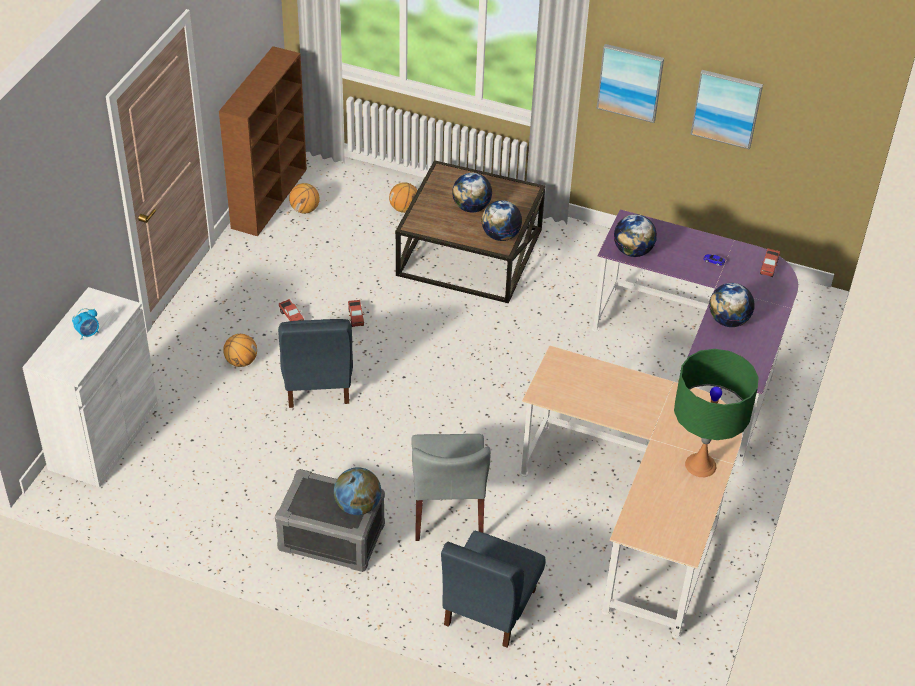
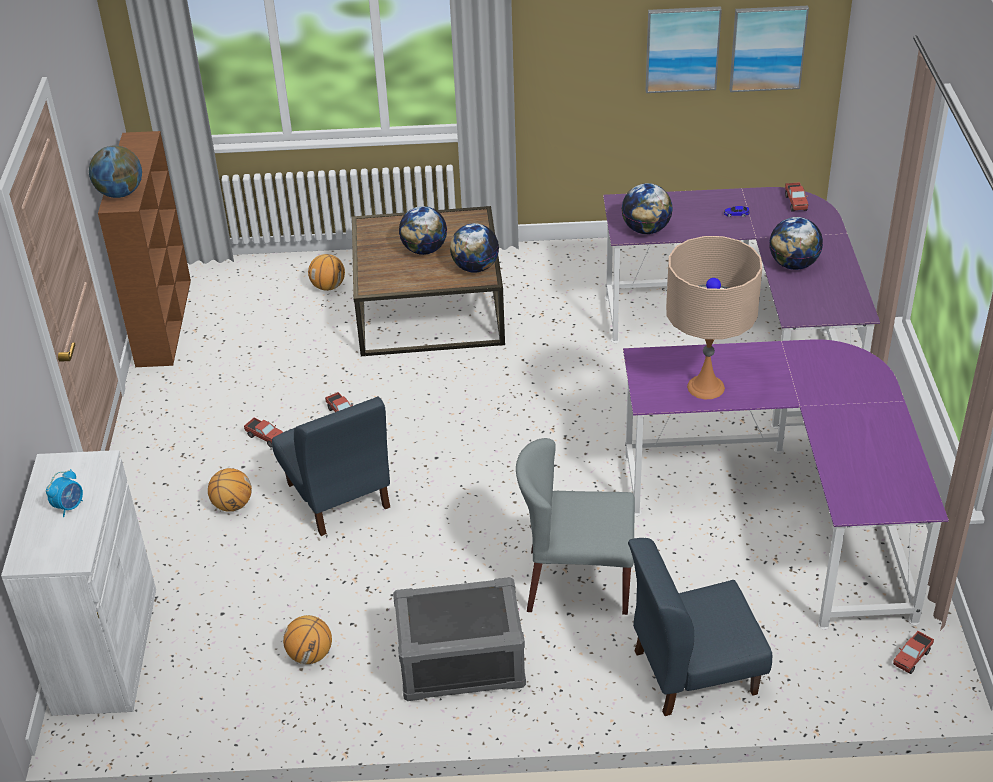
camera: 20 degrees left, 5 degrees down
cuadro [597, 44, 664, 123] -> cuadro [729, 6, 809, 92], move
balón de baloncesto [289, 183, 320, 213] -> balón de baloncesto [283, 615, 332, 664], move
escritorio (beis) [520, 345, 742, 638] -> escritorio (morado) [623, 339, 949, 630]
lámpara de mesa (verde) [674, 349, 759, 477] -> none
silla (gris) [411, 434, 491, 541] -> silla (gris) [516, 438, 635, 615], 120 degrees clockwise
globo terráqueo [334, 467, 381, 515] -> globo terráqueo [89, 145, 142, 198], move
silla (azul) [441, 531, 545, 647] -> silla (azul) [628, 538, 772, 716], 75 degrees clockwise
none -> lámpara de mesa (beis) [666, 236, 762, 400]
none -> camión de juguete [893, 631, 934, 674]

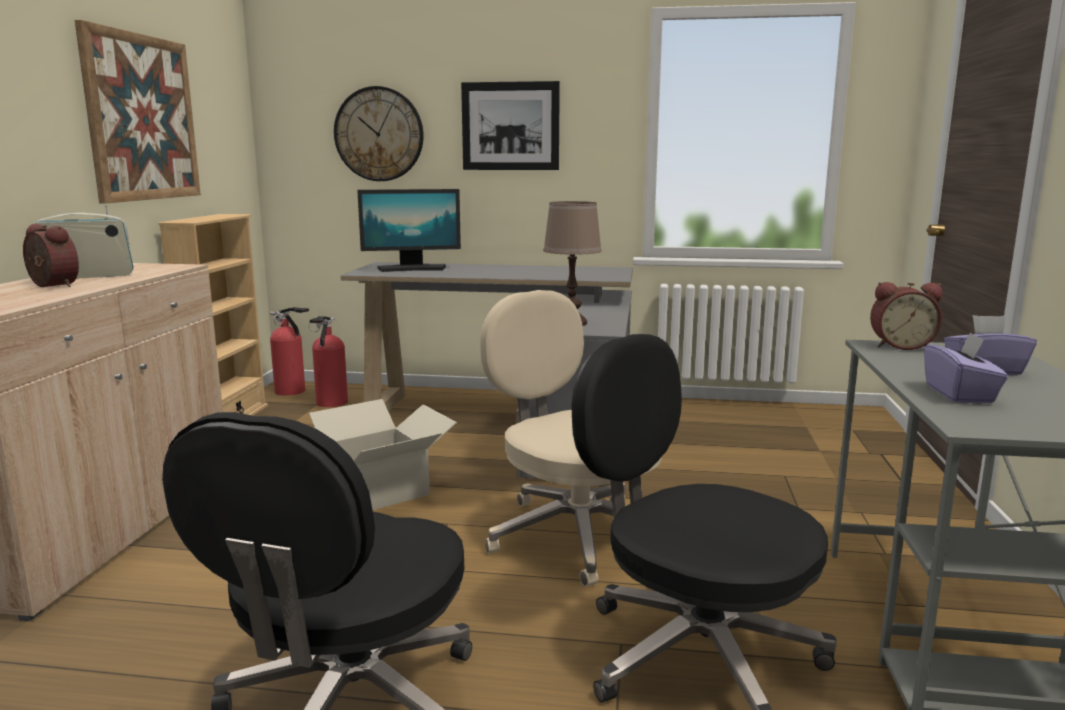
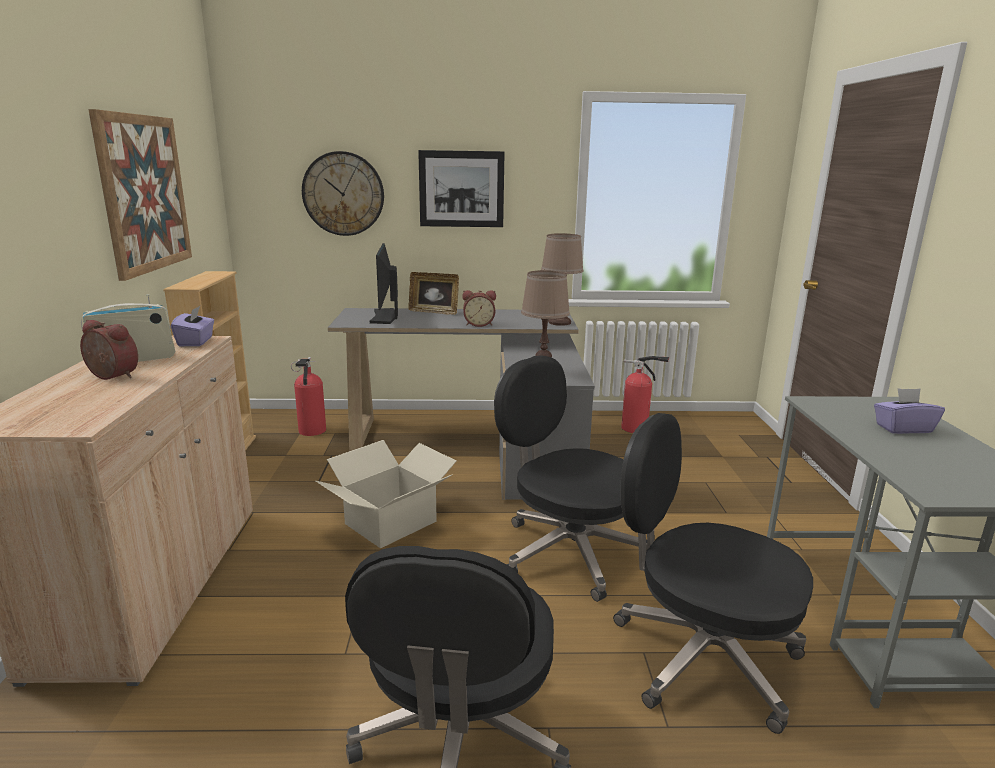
camera: 10 degrees left, 5 degrees up
monitor [357, 189, 461, 272] -> monitor [370, 243, 398, 324], 105 degrees clockwise
despertador [870, 282, 942, 350] -> despertador [462, 290, 496, 327], move
silla de oficina (beis) [480, 290, 662, 587] -> silla de oficina (negro) [494, 355, 648, 602]
extintor [270, 307, 309, 396] -> extintor [621, 356, 669, 433], move
caja de pañuelos (morado) [924, 332, 1008, 403] -> caja de pañuelos (morado) [171, 306, 214, 346], move
none -> lámpara de mesa (marrón) [541, 233, 584, 326]
none -> portarretratos [408, 272, 459, 315]

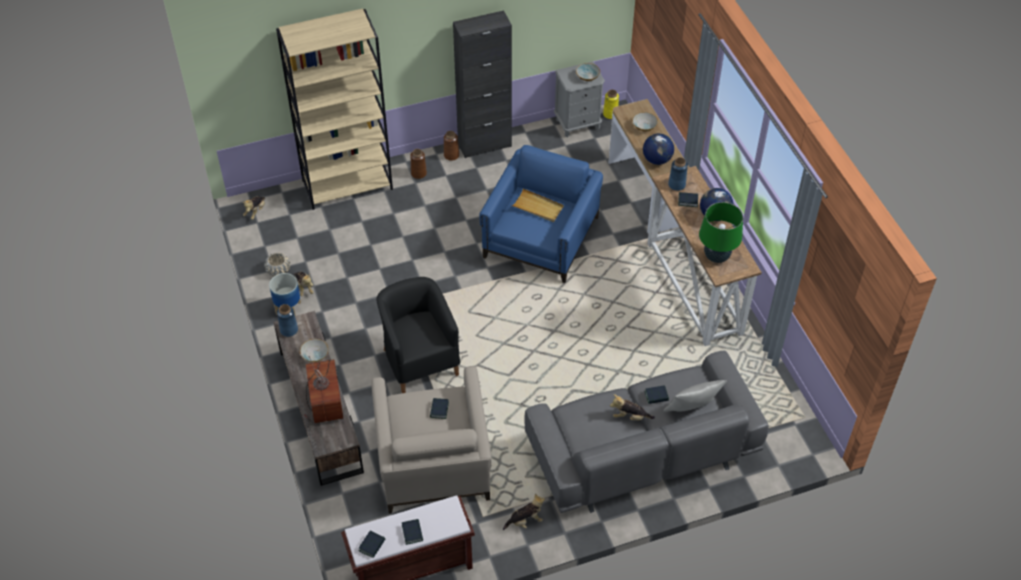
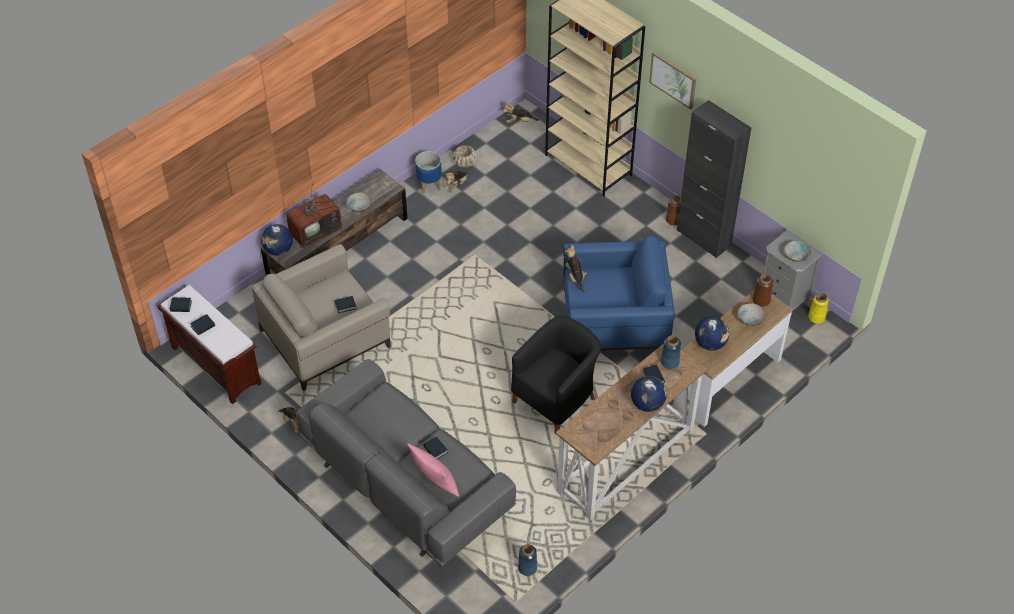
camera: 65 degrees right, 0 degrees up
florero (marrón) [410, 149, 427, 179] -> florero (marrón) [752, 274, 773, 307], move
bandeja (beis) [512, 189, 564, 222] -> none
lámpara de mesa (verde) [699, 202, 743, 263] -> none
sillón (negro) [376, 277, 460, 393] -> sillón (negro) [511, 316, 601, 434], move
florero (azul) [277, 304, 298, 337] -> florero (azul) [518, 544, 537, 576], move
cojín (gris) [663, 380, 727, 412] -> cojín (rosa) [407, 444, 459, 497]
peluche [610, 394, 655, 420] -> peluche [565, 245, 586, 293], move
none -> cuadro [649, 51, 696, 110]
none -> globo terráqueo [261, 224, 293, 256]

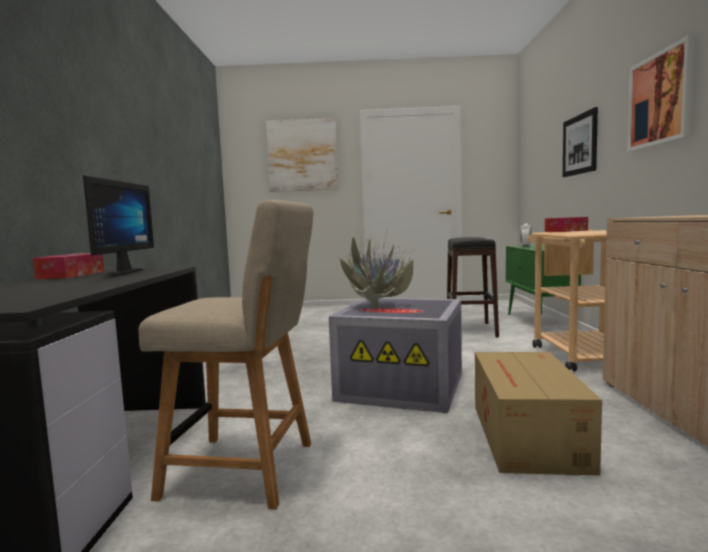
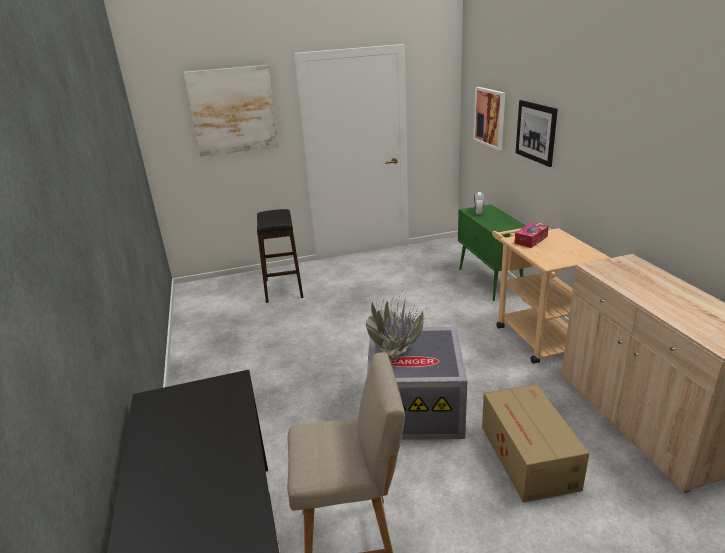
camera: 15 degrees left, 20 degrees up
cuadro [627, 35, 695, 152] -> cuadro [473, 87, 505, 150], move
monitor [83, 175, 154, 277] -> none
taburete (negro) [447, 237, 499, 337] -> taburete (negro) [257, 209, 304, 303], move
caja de pañuelos [33, 253, 104, 279] -> none

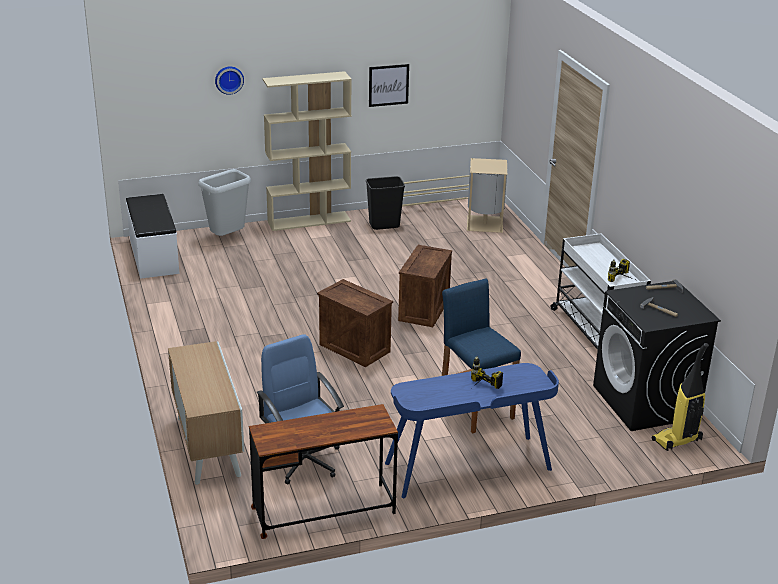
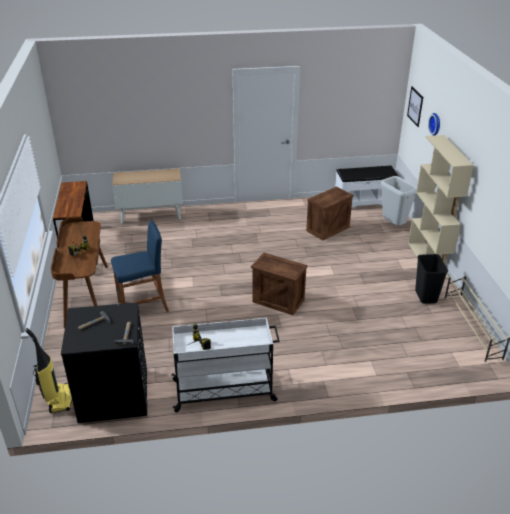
camera: 100 degrees right, 5 degrees up
cuadro [369, 64, 409, 107] -> cuadro [407, 86, 423, 127], move
papelera (beis) [467, 158, 507, 233] -> none
caja de embalaje [317, 279, 393, 367] -> caja de embalaje [306, 187, 354, 240], move
silla de oficina (azul) [257, 334, 344, 484] -> none
escritorio (azul) [385, 363, 559, 498] -> escritorio (marrón) [51, 217, 108, 329]

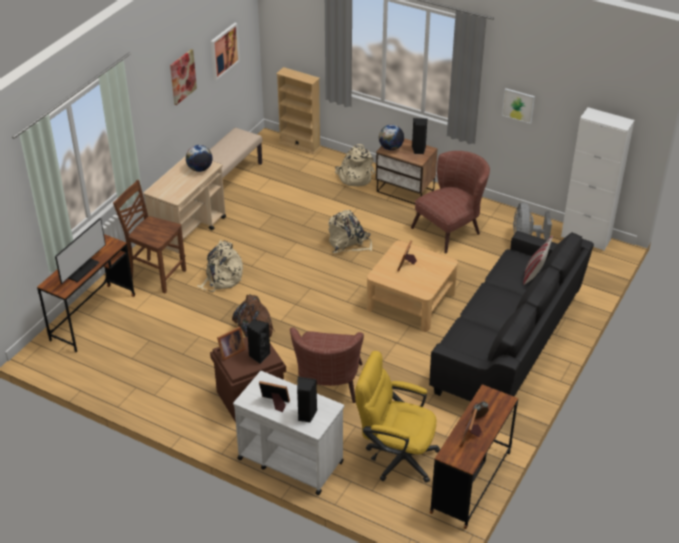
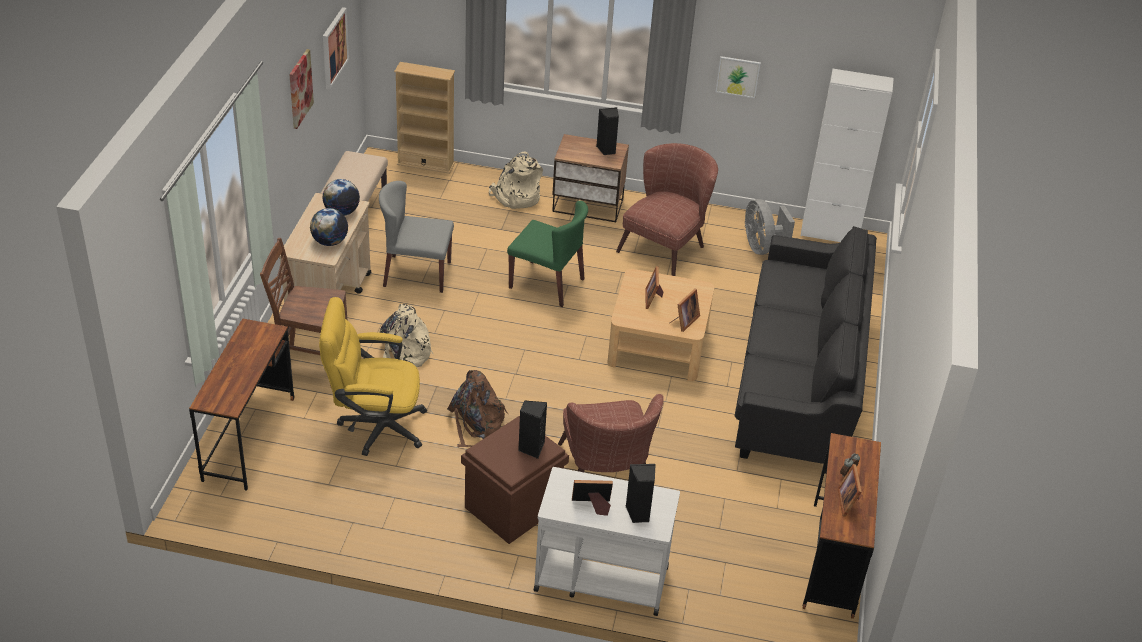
camera: 20 degrees left, 0 degrees up
globo terráqueo [379, 125, 404, 150] -> globo terráqueo [310, 208, 348, 246], move
mochila (beis) [328, 210, 372, 253] -> silla (verde) [507, 201, 588, 307]
monitor [55, 218, 106, 284] -> none
cojín [523, 235, 553, 285] -> none
portarretratos [217, 326, 246, 361] -> portarretratos [670, 289, 700, 332], move
silla de oficina (amarillo) [355, 351, 440, 483] -> silla de oficina (amarillo) [319, 297, 427, 456], move
none -> silla (gris) [379, 181, 454, 293]

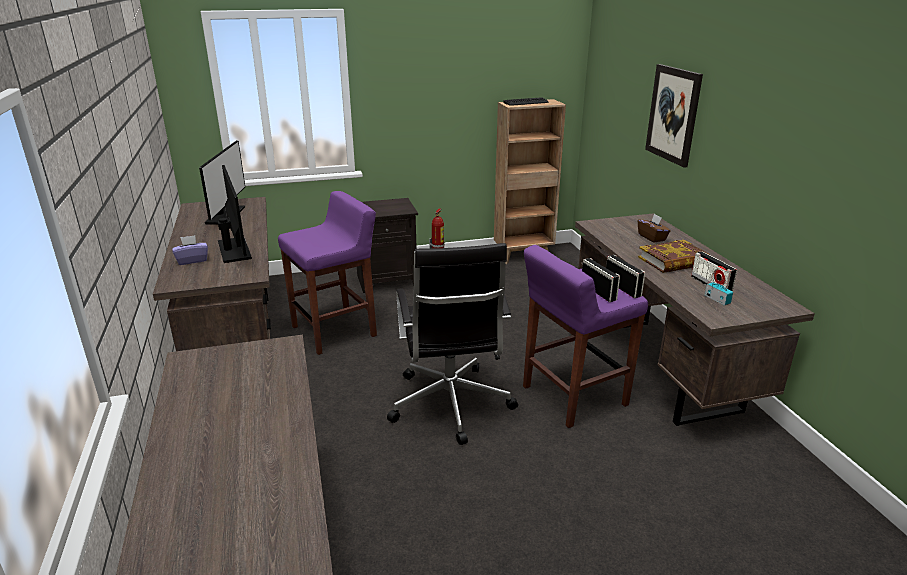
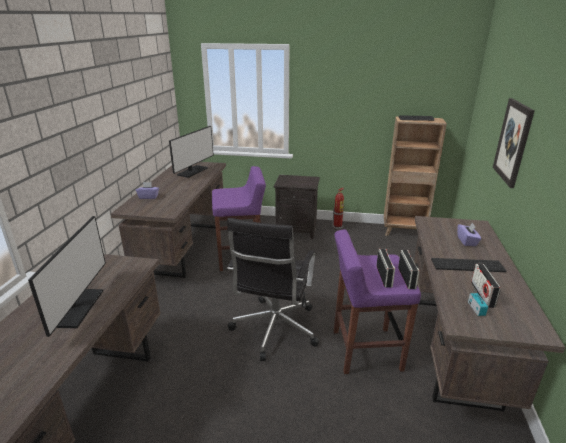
camera: 25 degrees right, 0 degrees up
monitor [217, 165, 252, 263] -> monitor [28, 216, 106, 337], move
caja de pañuelos (marrón) [638, 214, 671, 243] -> caja de pañuelos (morado) [457, 223, 481, 246]
libro [638, 240, 710, 273] -> teclado [431, 258, 506, 272]

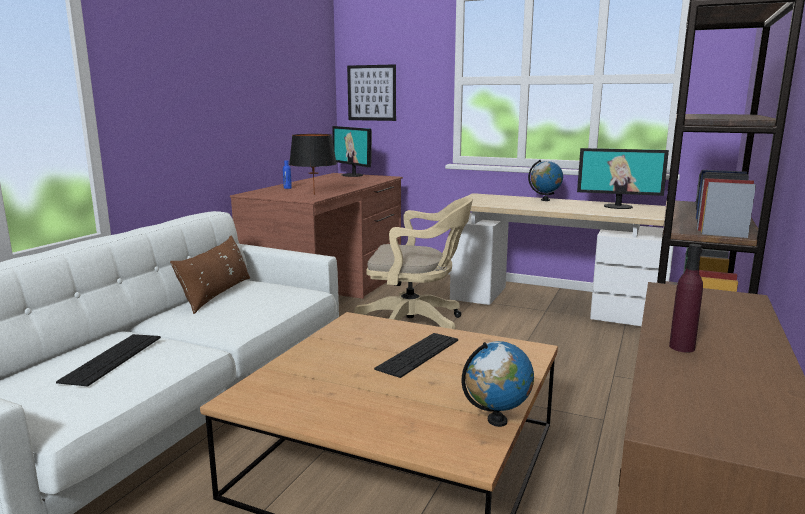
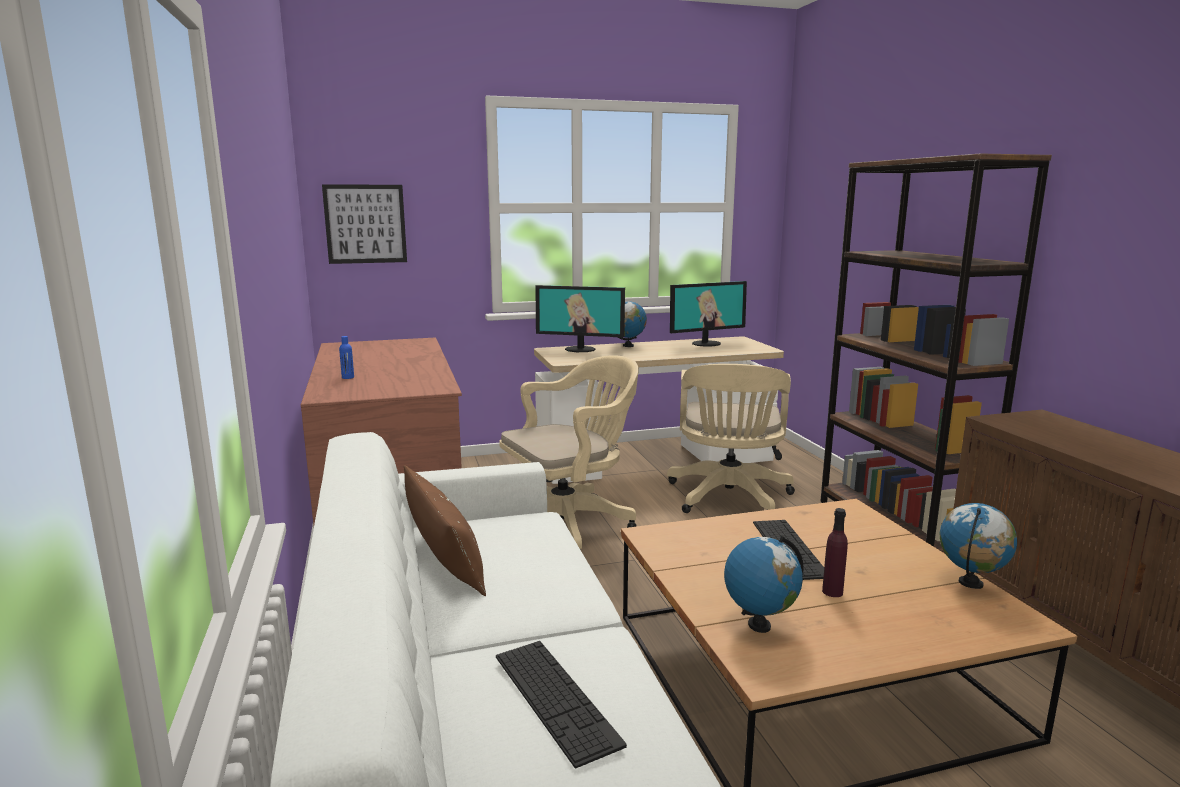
camera: 40 degrees left, 0 degrees up
monitor [332, 126, 372, 177] -> monitor [535, 285, 625, 352], move
lámpara de mesa (negro) [289, 134, 337, 195] -> none
botella (morado) [669, 244, 703, 353] -> botella (morado) [822, 508, 848, 597], move
none -> silla de oficina (beis) [667, 364, 795, 513]
none -> globo terráqueo [724, 535, 804, 633]

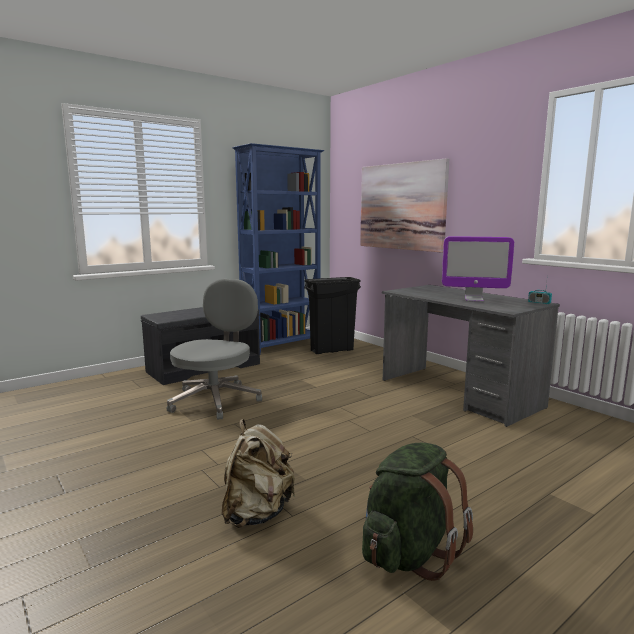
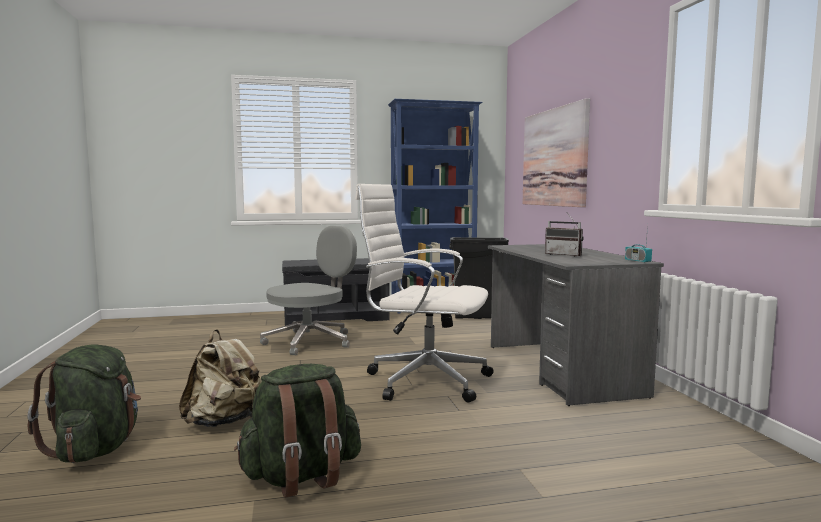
camera: 25 degrees right, 5 degrees down
monitor [442, 236, 514, 302] -> radio [545, 212, 584, 257]
none -> silla de oficina (blanco) [355, 184, 494, 403]
none -> mochila (verde) [27, 344, 141, 463]

